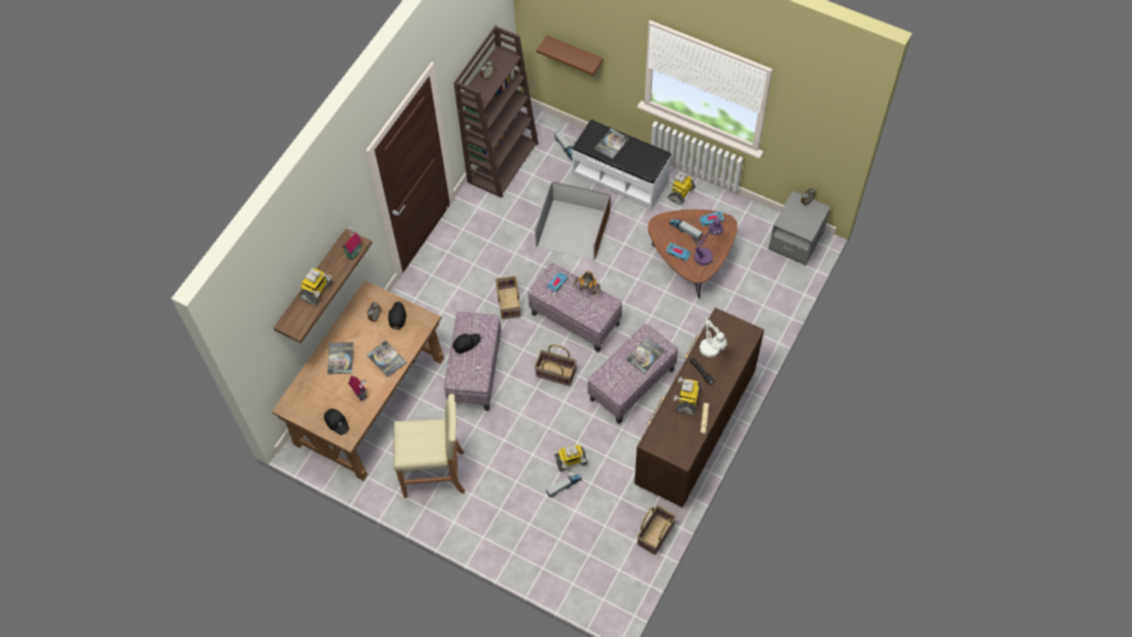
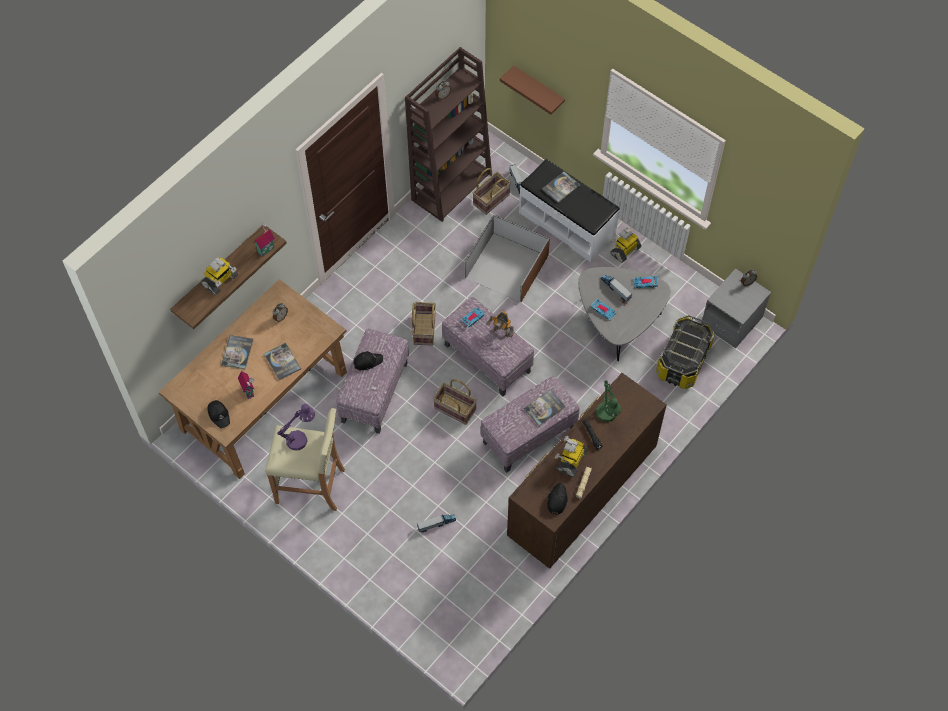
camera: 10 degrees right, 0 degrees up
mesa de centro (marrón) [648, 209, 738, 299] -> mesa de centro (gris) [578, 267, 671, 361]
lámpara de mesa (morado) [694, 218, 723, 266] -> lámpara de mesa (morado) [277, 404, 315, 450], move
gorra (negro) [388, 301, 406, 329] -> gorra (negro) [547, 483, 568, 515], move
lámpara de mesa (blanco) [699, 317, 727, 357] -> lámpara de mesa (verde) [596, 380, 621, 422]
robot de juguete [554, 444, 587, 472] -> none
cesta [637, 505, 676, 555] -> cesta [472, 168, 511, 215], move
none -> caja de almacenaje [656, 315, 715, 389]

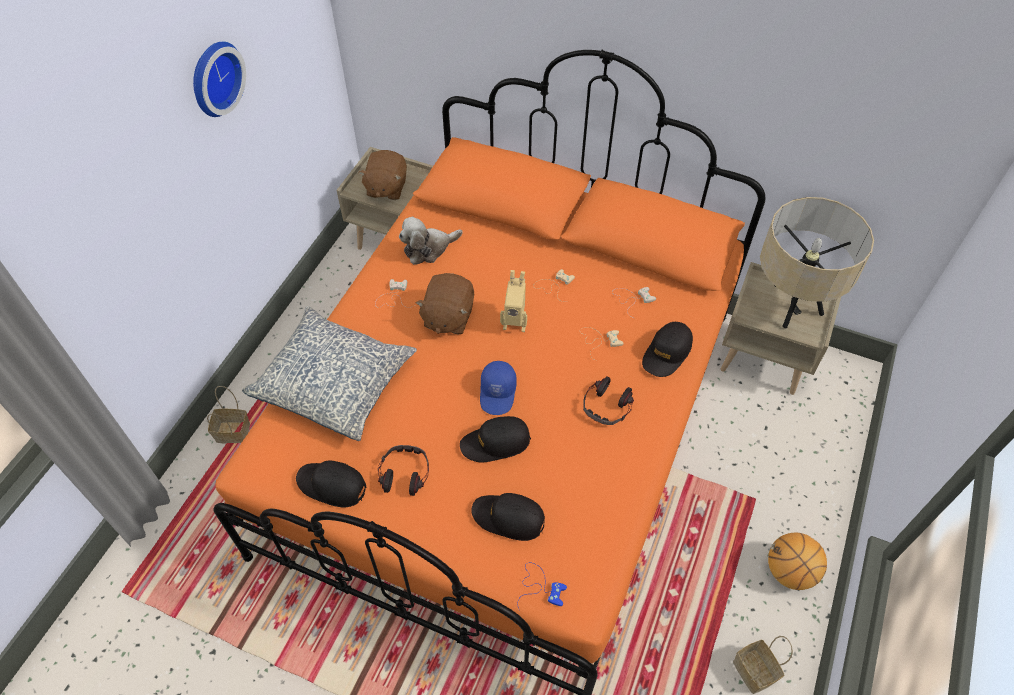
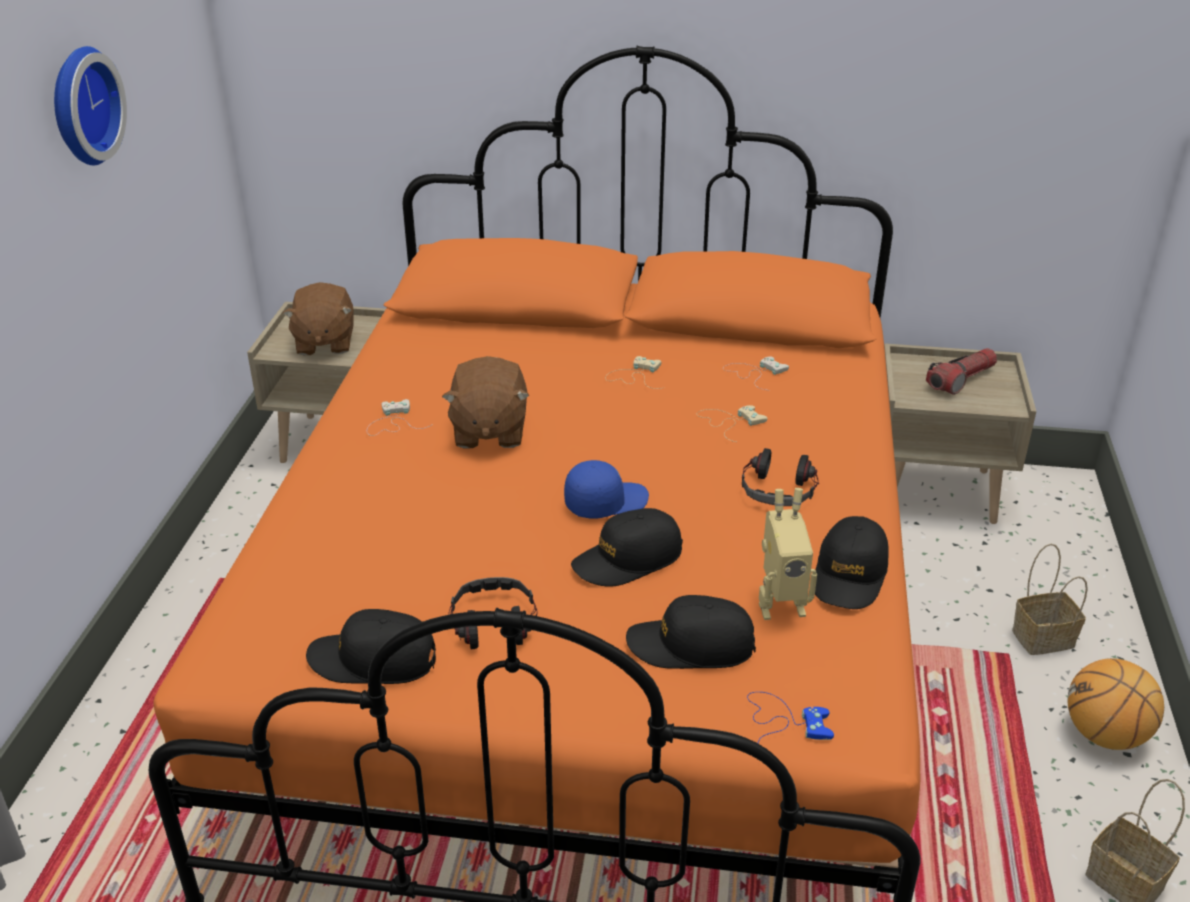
camera: 15 degrees left, 20 degrees down
lámpara de mesa (beis) [760, 197, 874, 328] -> linterna [926, 348, 997, 395]
peluche [399, 217, 463, 265] -> none
robot de juguete [500, 270, 527, 332] -> robot de juguete [759, 488, 817, 620], move
cojín [242, 306, 417, 441] -> none
gorra (negro) [642, 322, 693, 377] -> gorra (negro) [815, 516, 889, 609], move
gorra (azul) [480, 361, 517, 415] -> gorra (azul) [564, 460, 649, 519], 105 degrees counterclockwise
cesta [207, 386, 250, 444] -> cesta [1012, 544, 1088, 655], move

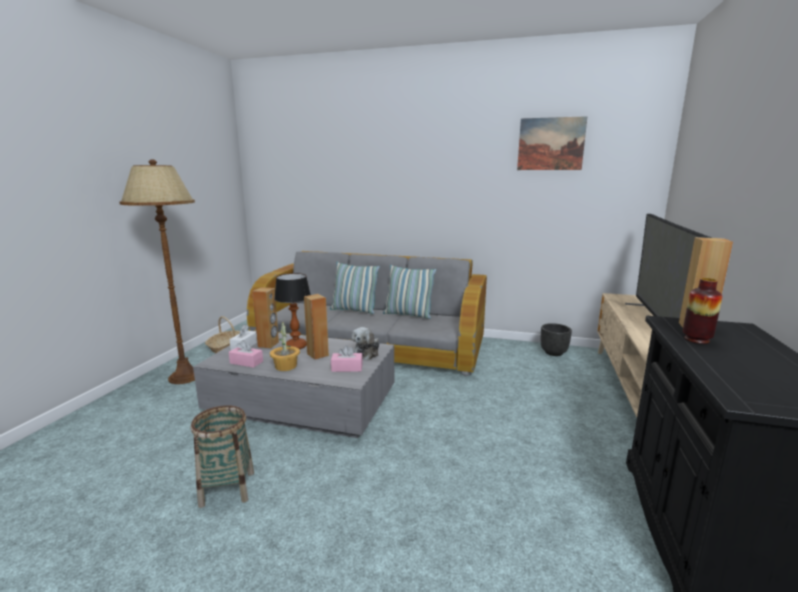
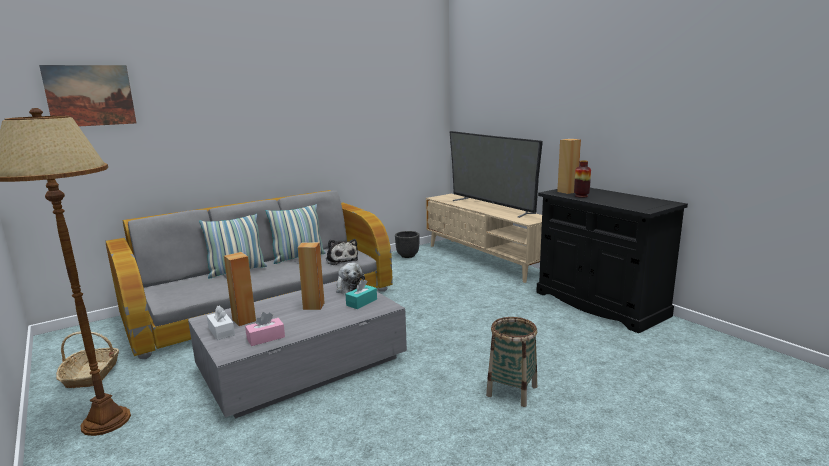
camera: 50 degrees left, 0 degrees up
cuadro [517, 116, 588, 170] -> cuadro [39, 65, 136, 126], move
lámpara de mesa [274, 273, 311, 349] -> none
planta en maceta [270, 321, 300, 371] -> none
caja de pañuelos (rosa) [331, 345, 363, 372] -> caja de pañuelos (turquesa) [345, 279, 377, 309]
cesta [191, 405, 254, 508] -> cesta [486, 317, 537, 407], move
none -> peluche [326, 239, 358, 265]

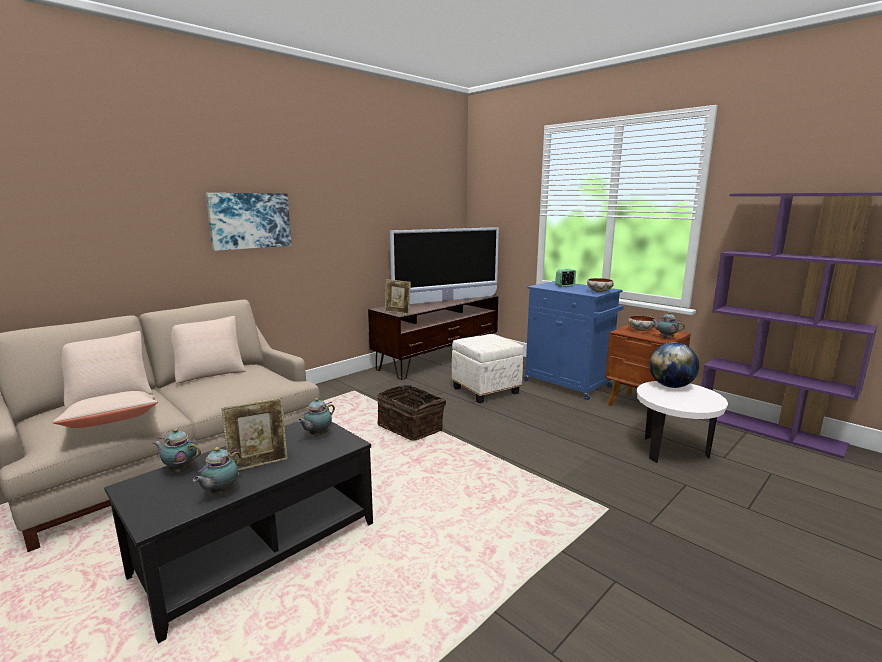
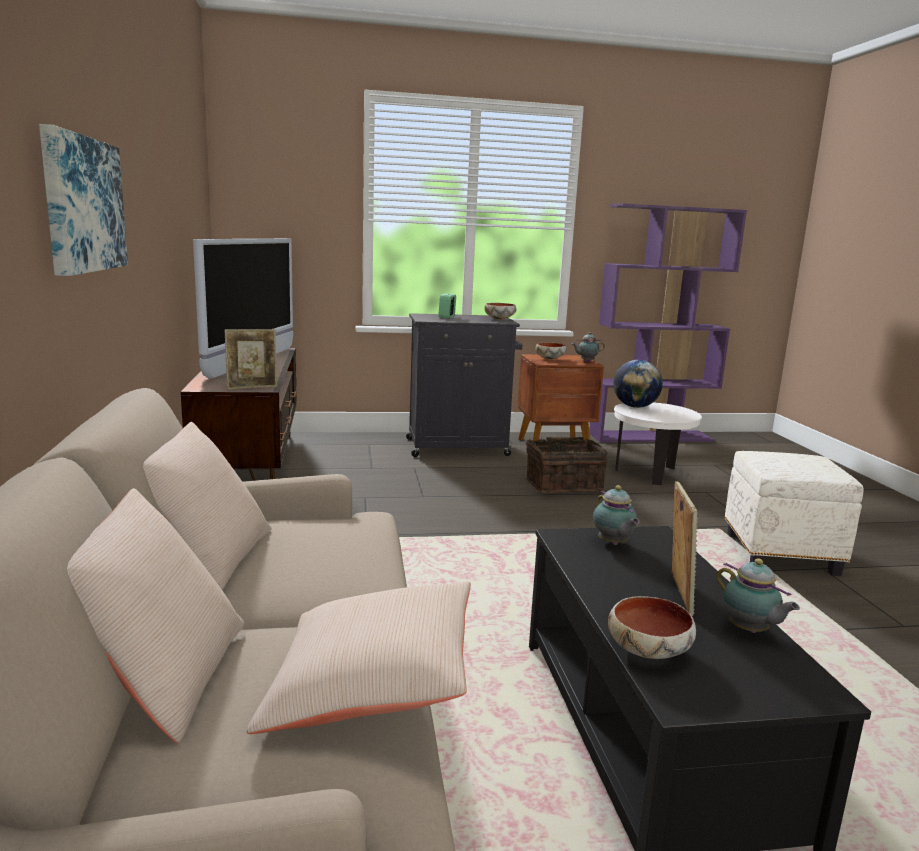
camera: 55 degrees left, 0 degrees up
armario (azul) [524, 281, 624, 400] -> armario (negro) [406, 313, 522, 457]
puf (blanco) [452, 334, 523, 403] -> puf (blanco) [724, 451, 863, 576], move
cesta [377, 385, 446, 441] -> cesta [526, 437, 608, 493], move
tetera [153, 429, 201, 472] -> cuenco [608, 596, 696, 659]

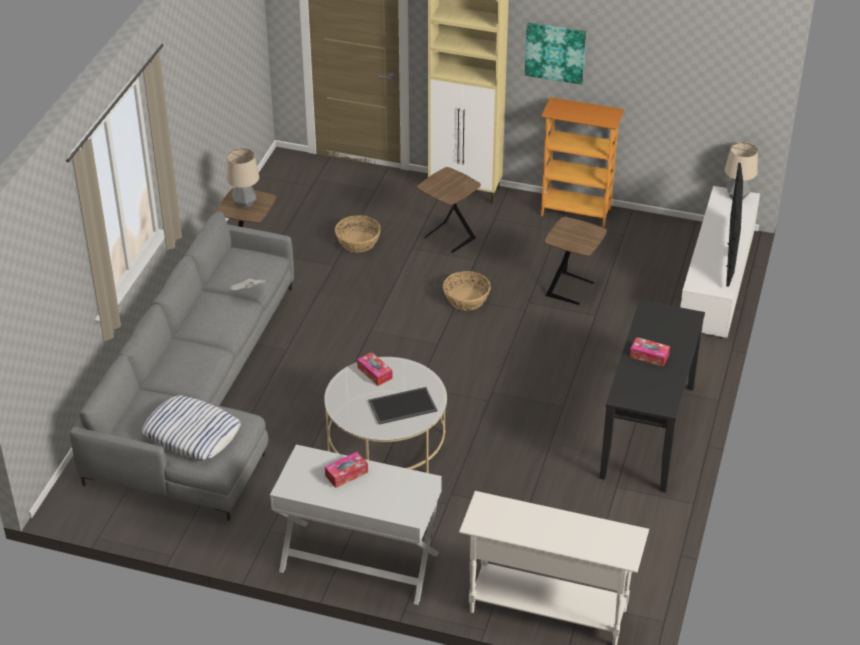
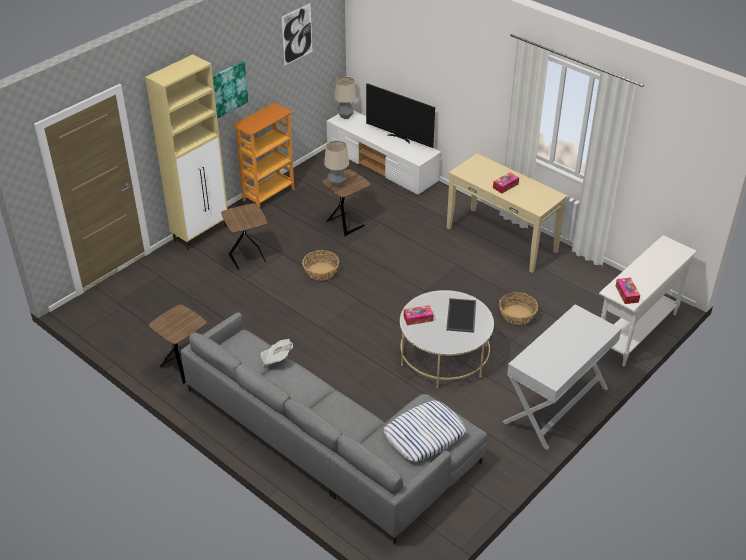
camera: 65 degrees left, 0 degrees up
lámpara de mesa [226, 148, 259, 209] -> lámpara de mesa [324, 140, 349, 187], move
cesta [335, 215, 381, 252] -> cesta [499, 292, 538, 325], move
mesa consola (negro) [600, 300, 705, 493] -> mesa consola (beis) [447, 154, 567, 273]
caja de pañuelos [325, 452, 368, 488] -> caja de pañuelos [616, 278, 640, 304], move
none -> cuadro [281, 3, 313, 66]

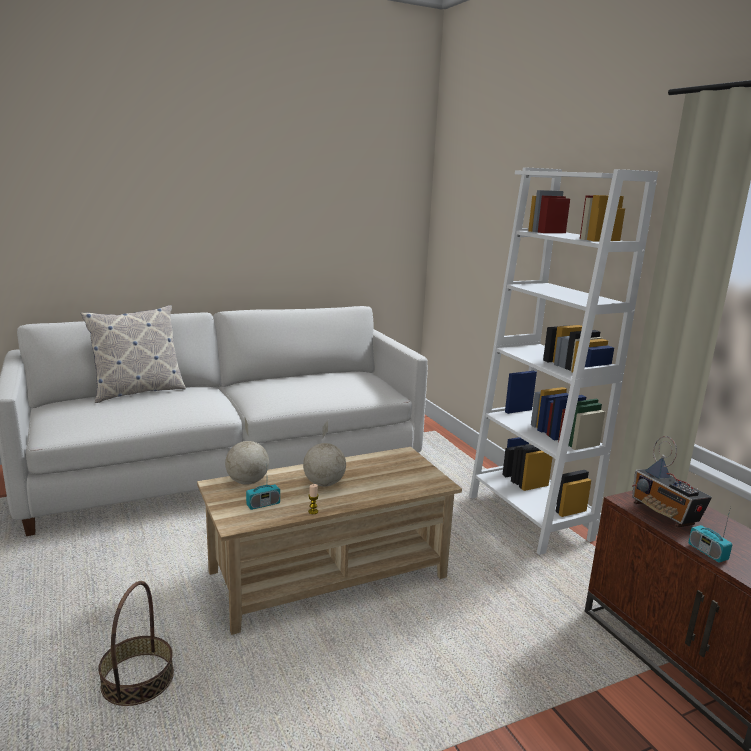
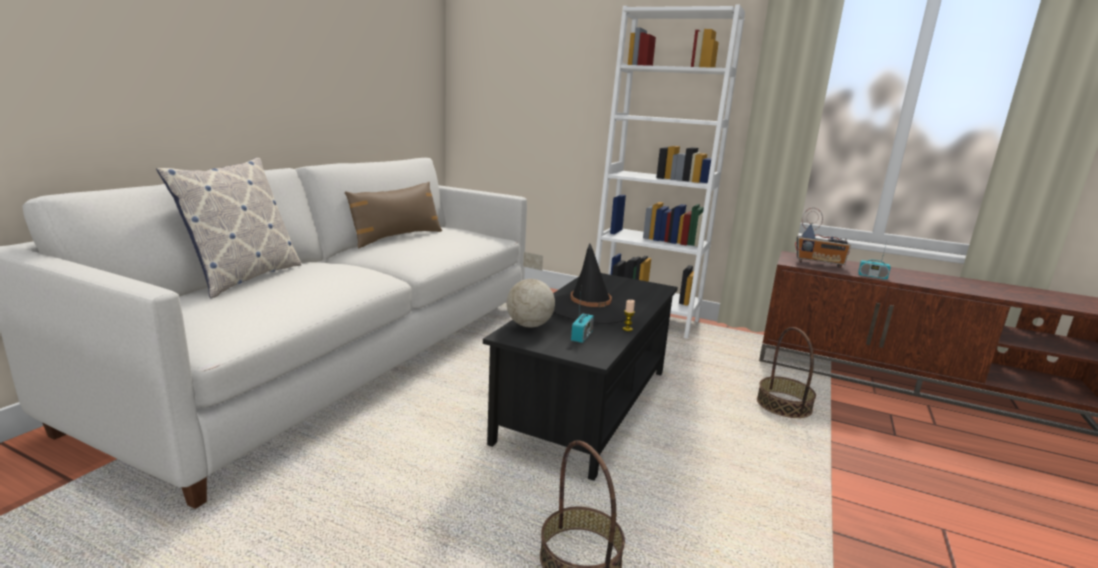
camera: 40 degrees left, 0 degrees up
globo terráqueo [303, 420, 346, 486] -> sombrero (negro) [554, 243, 632, 324]
mesa de centro (beis) [197, 447, 462, 635] -> mesa de centro (negro) [483, 273, 678, 481]
none -> cojín (marrón) [345, 182, 442, 248]
none -> cesta [757, 327, 816, 418]

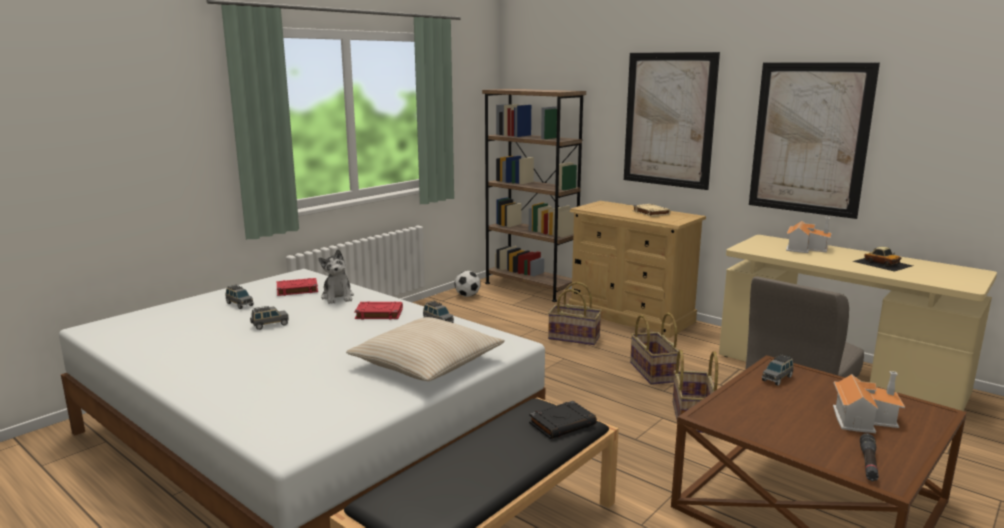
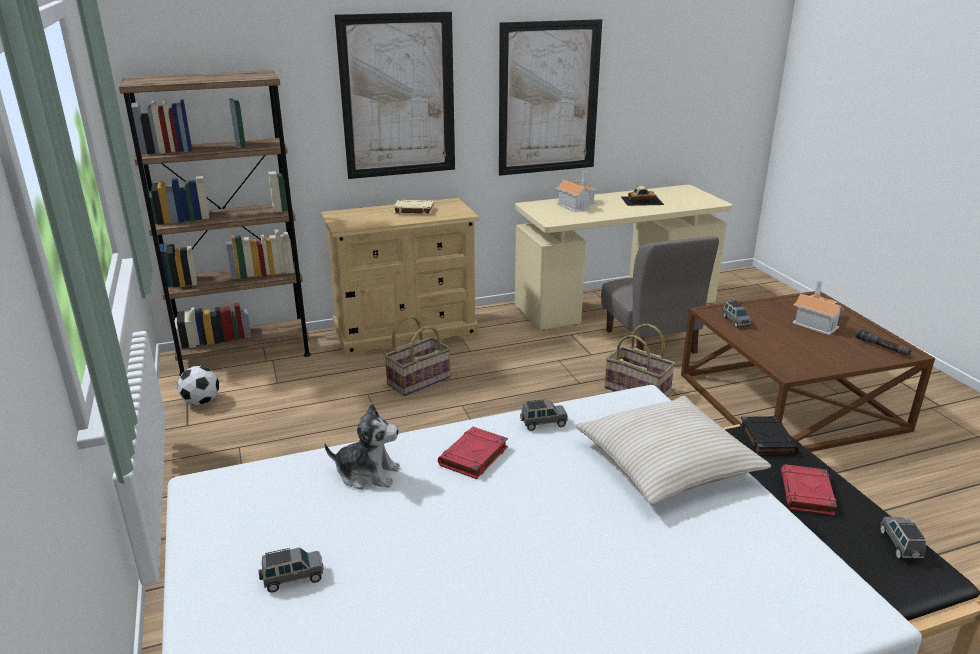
camera: 60 degrees left, 10 degrees up
libro (rojo) [277, 278, 318, 296] -> libro (rojo) [781, 464, 837, 516], move
coche de juguete (gris) [250, 306, 289, 330] -> coche de juguete (gris) [880, 517, 926, 559], move
cesta [630, 313, 679, 385] -> none

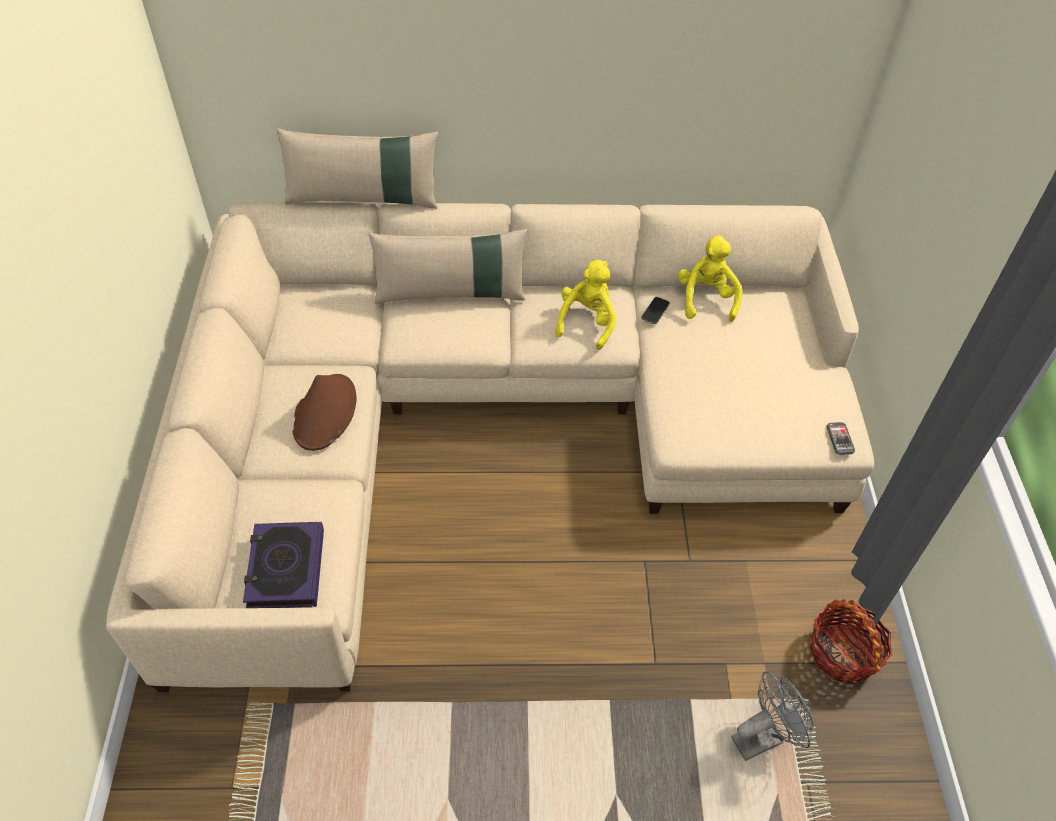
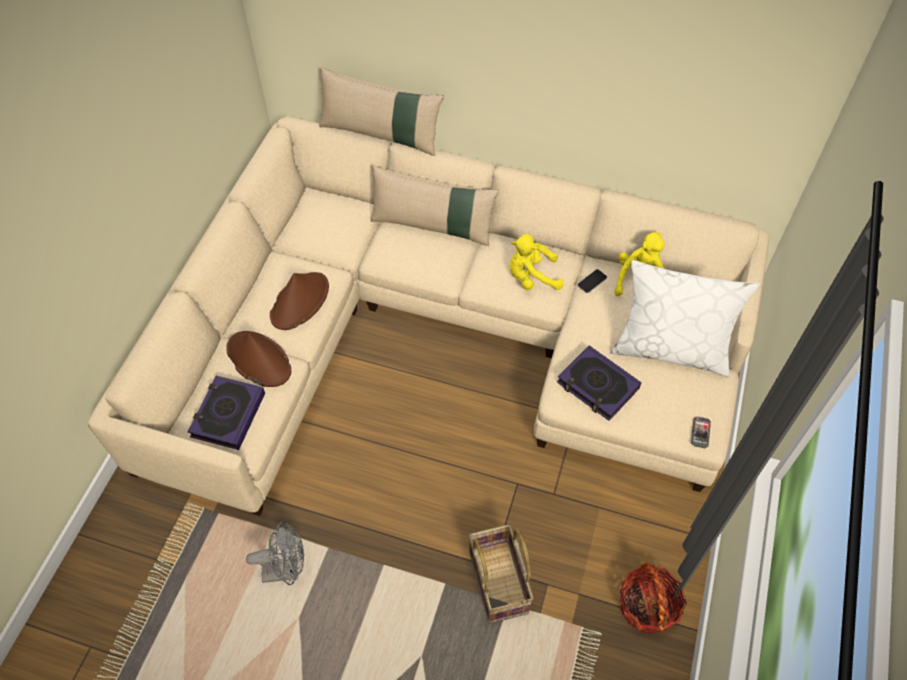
camera: 20 degrees right, 5 degrees up
peluche (amarillo) [555, 260, 616, 350] -> peluche (amarillo) [509, 234, 564, 290], 135 degrees counterclockwise
ventilador (gris) [731, 671, 814, 761] -> ventilador (gris) [246, 521, 304, 585], move
none -> cojín (blanco) [610, 260, 760, 377]
none -> sombrero (marrón) [226, 331, 291, 387]
none -> libro [557, 345, 641, 421]
none -> cesta [468, 524, 534, 624]

